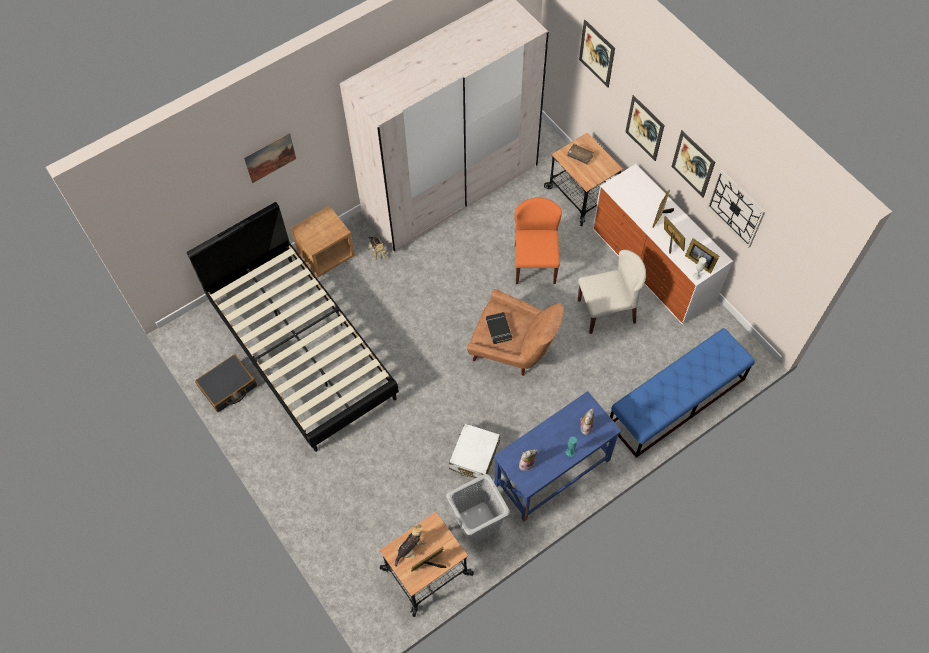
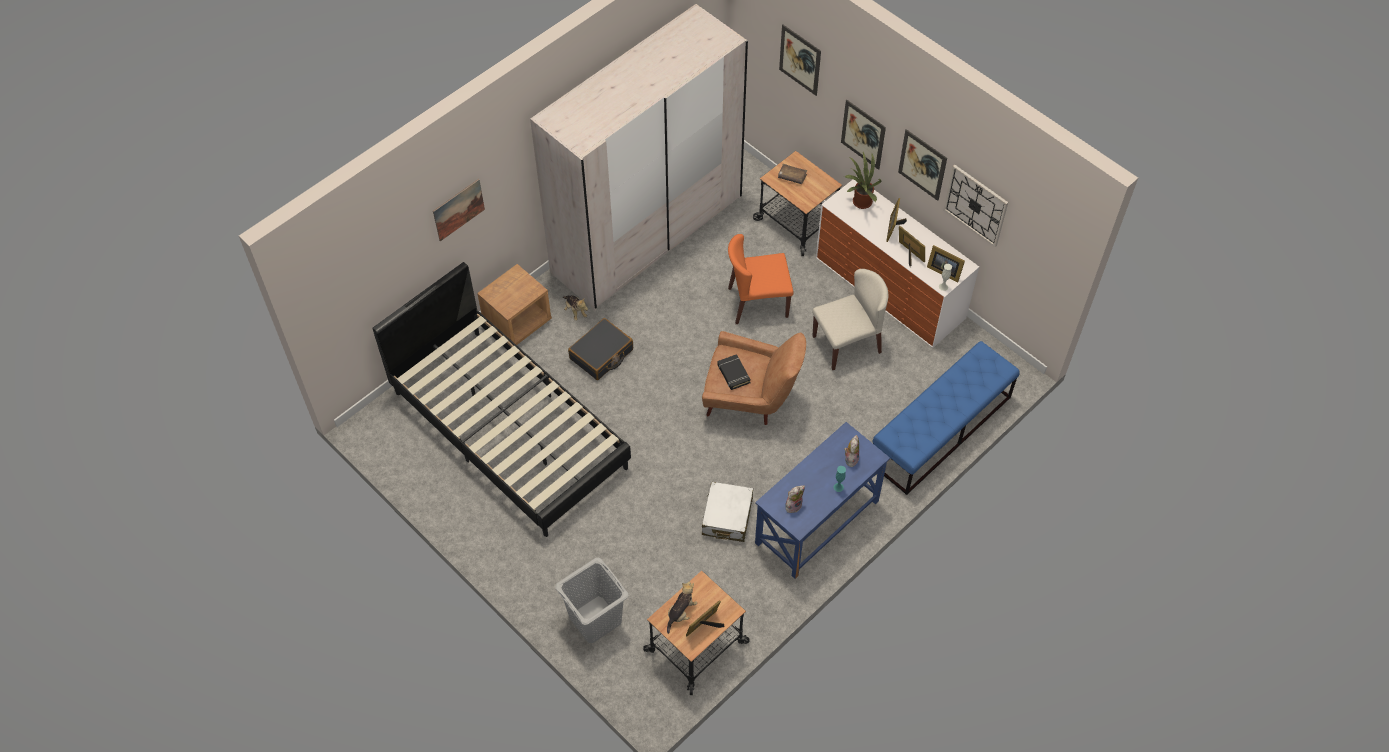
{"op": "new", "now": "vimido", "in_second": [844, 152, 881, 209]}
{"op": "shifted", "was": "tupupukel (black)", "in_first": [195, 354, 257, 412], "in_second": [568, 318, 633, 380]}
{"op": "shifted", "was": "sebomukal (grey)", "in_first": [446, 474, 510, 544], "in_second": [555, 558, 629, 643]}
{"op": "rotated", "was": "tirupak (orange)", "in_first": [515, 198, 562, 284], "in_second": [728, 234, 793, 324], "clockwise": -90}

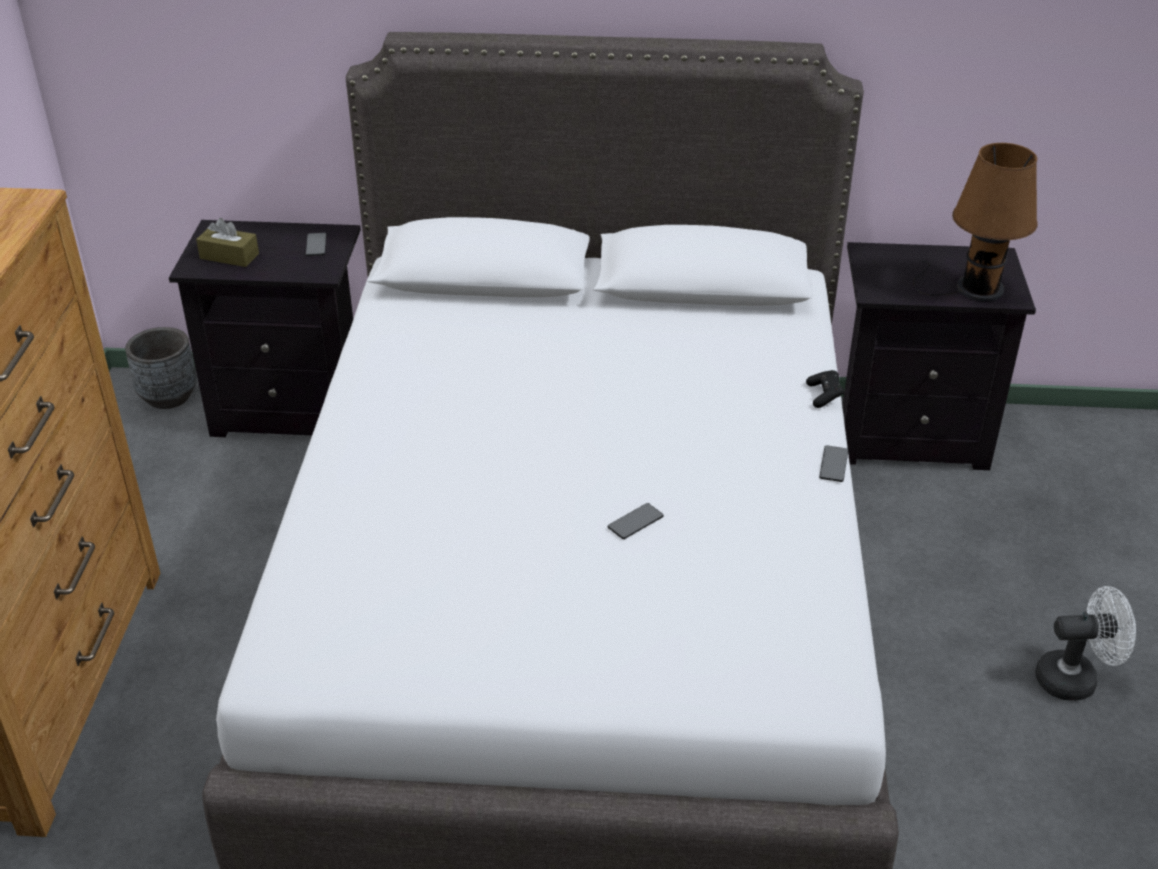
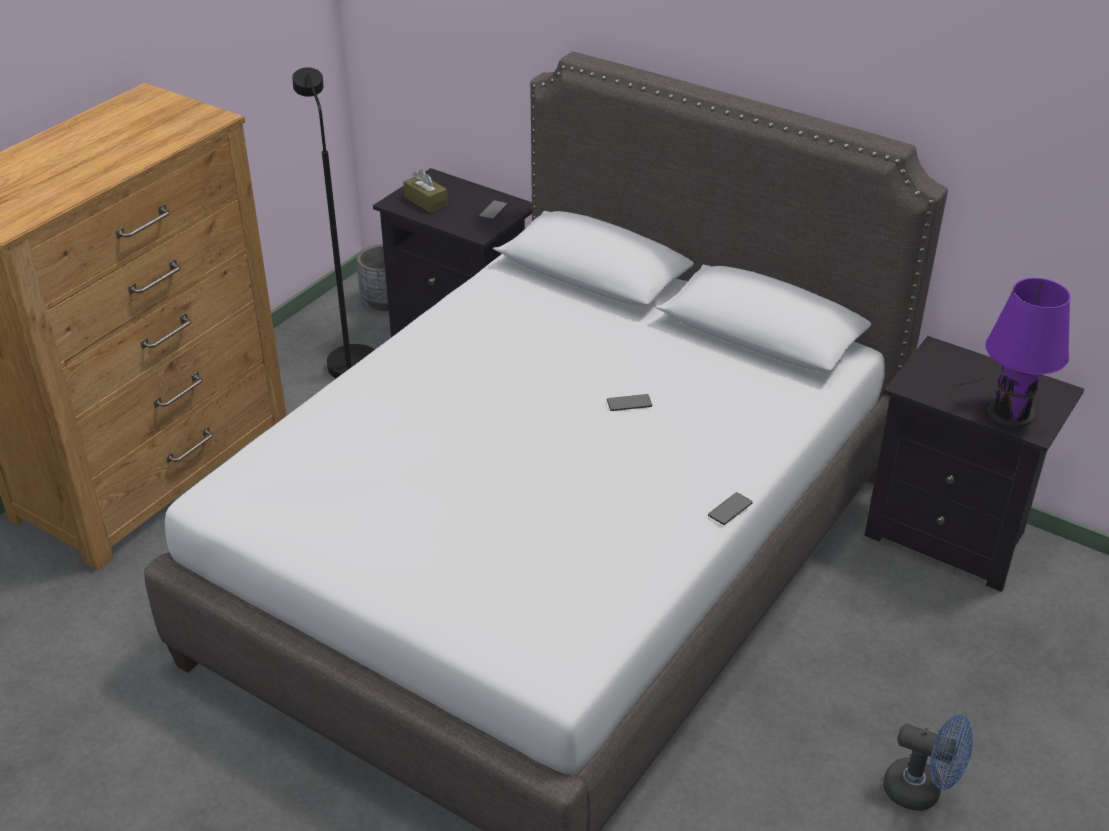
{"op": "gone", "was": "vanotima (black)", "in_first": [806, 370, 844, 408]}
{"op": "new", "now": "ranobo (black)", "in_second": [292, 67, 375, 378]}
{"op": "shifted", "was": "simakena", "in_first": [608, 503, 664, 539], "in_second": [607, 394, 652, 411]}
{"op": "repainted", "was": "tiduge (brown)", "now": "tiduge (purple)", "in_first": [913, 143, 1038, 301], "in_second": [950, 278, 1071, 427]}
{"op": "repainted", "was": "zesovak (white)", "now": "zesovak (blue)", "in_first": [1035, 586, 1136, 701], "in_second": [883, 714, 973, 811]}

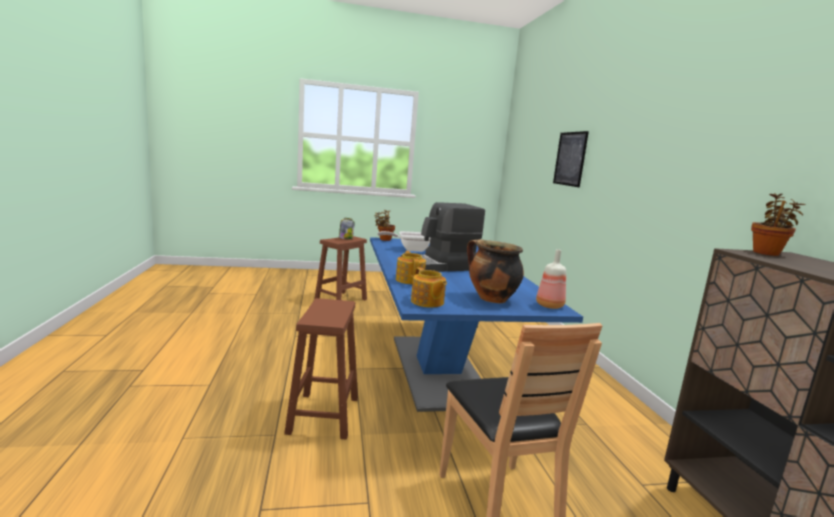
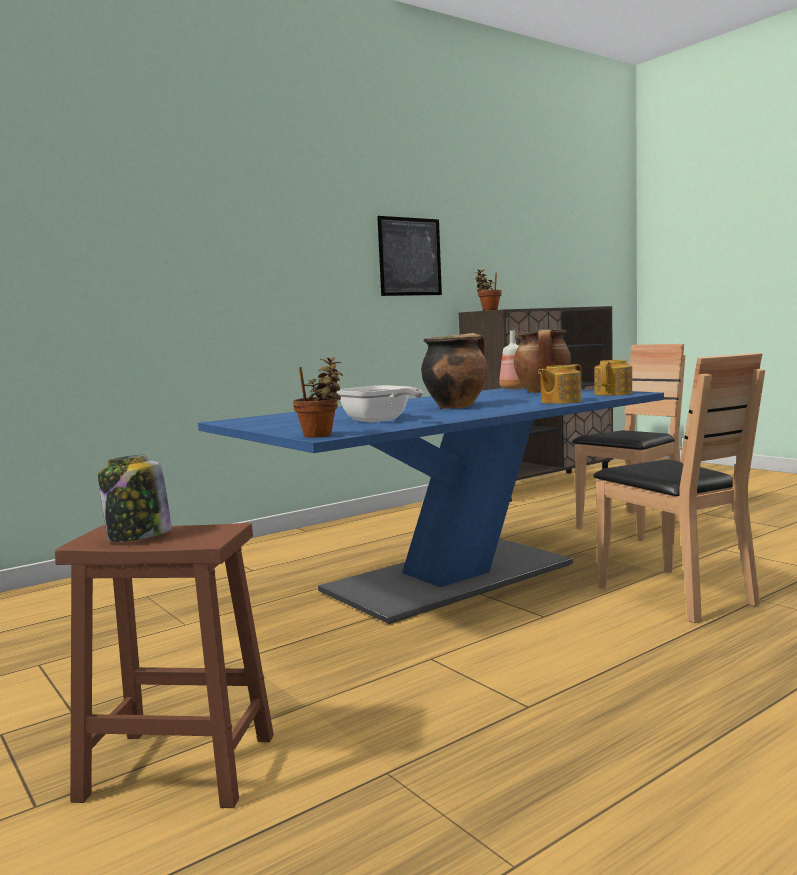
{"op": "shifted", "was": "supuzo", "in_first": [553, 131, 589, 187], "in_second": [377, 216, 442, 296]}
{"op": "swapped", "was": "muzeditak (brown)", "now": "tirupak (brown)", "in_first": [284, 298, 358, 440], "in_second": [593, 353, 765, 623]}
{"op": "swapped", "was": "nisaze", "now": "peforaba", "in_first": [401, 202, 485, 272], "in_second": [421, 333, 488, 409]}

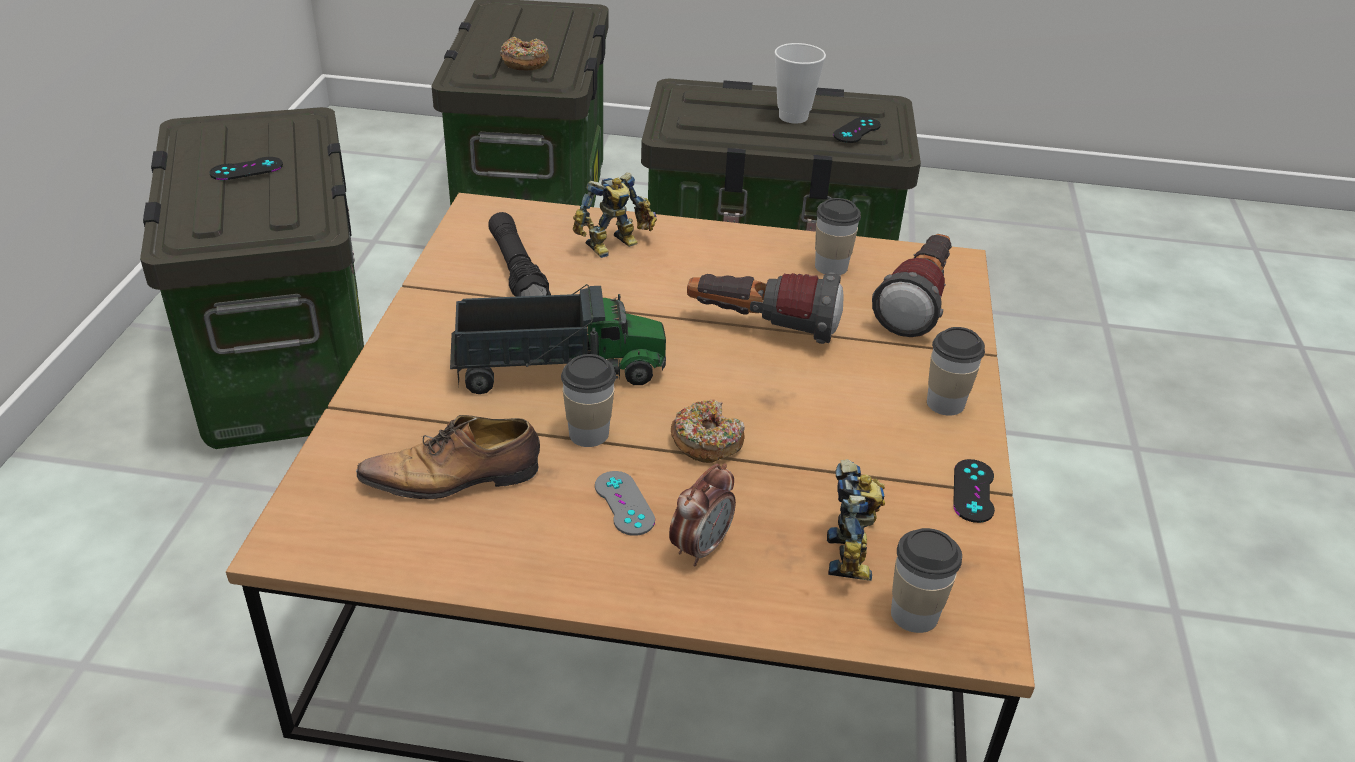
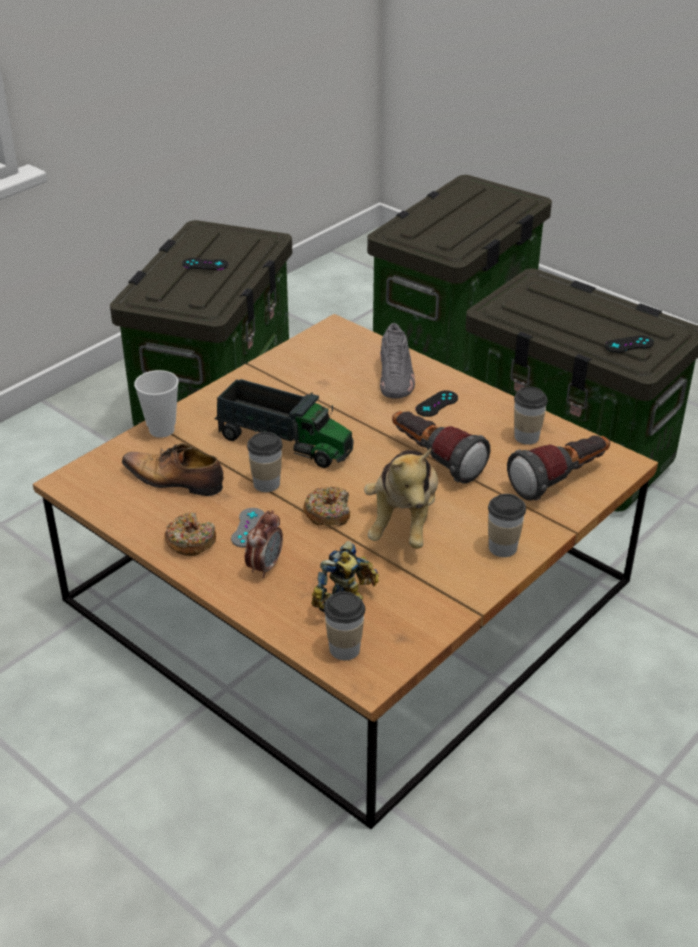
{"op": "gone", "was": "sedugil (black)", "in_first": [488, 212, 551, 297]}
{"op": "new", "now": "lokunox", "in_second": [364, 448, 438, 549]}
{"op": "shifted", "was": "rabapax", "in_first": [500, 37, 549, 70], "in_second": [164, 512, 216, 556]}
{"op": "shifted", "was": "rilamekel", "in_first": [775, 43, 826, 124], "in_second": [134, 370, 179, 438]}
{"op": "shifted", "was": "vanotima (black)", "in_first": [953, 459, 995, 523], "in_second": [415, 390, 458, 417]}
{"op": "swapped", "was": "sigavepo", "now": "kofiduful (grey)", "in_first": [573, 172, 657, 258], "in_second": [380, 323, 415, 399]}
{"op": "rotated", "was": "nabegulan", "in_first": [669, 463, 736, 566], "in_second": [245, 510, 283, 578], "clockwise": -45}

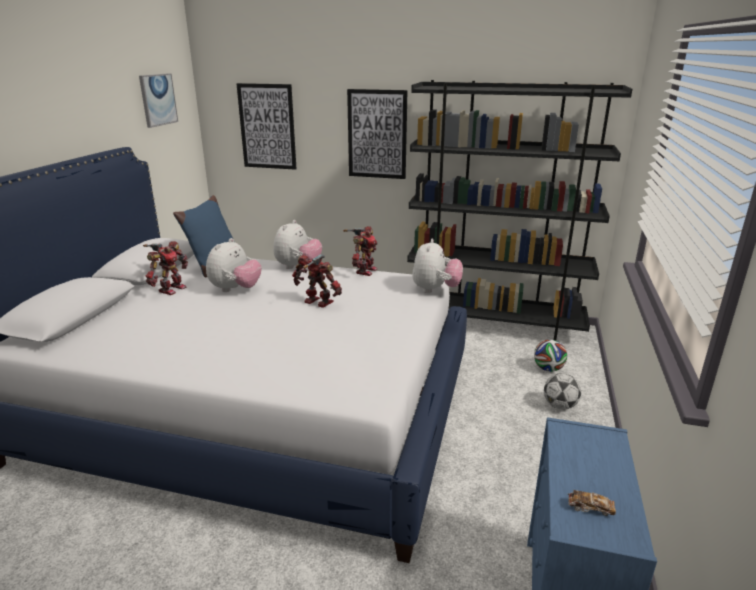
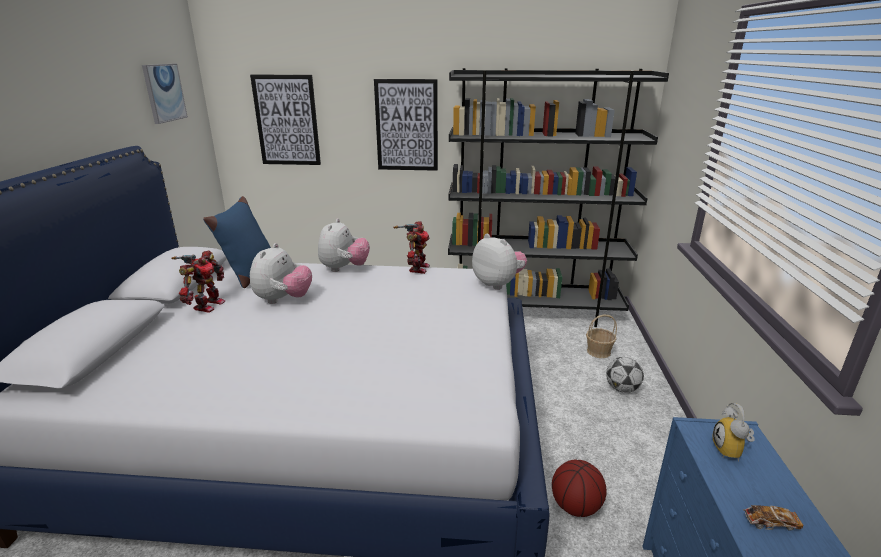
{"op": "gone", "was": "sigavepo", "in_first": [292, 254, 342, 307]}
{"op": "new", "now": "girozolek", "in_second": [552, 459, 607, 517]}
{"op": "new", "now": "nabegulan", "in_second": [712, 403, 755, 462]}
{"op": "swapped", "was": "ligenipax", "now": "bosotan", "in_first": [534, 340, 567, 372], "in_second": [586, 314, 617, 358]}
{"op": "rotated", "was": "lokunox", "in_first": [412, 239, 463, 293], "in_second": [472, 234, 527, 290], "clockwise": -45}

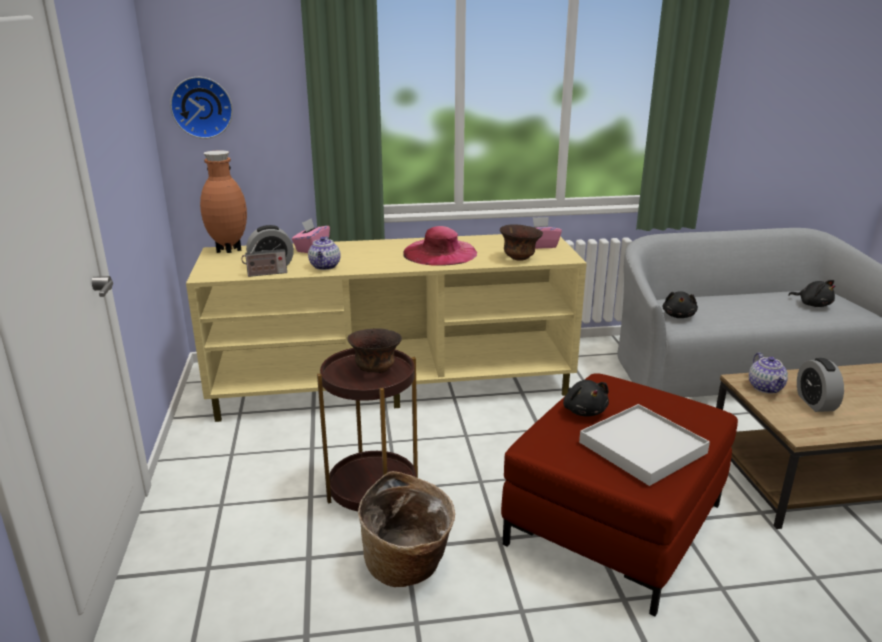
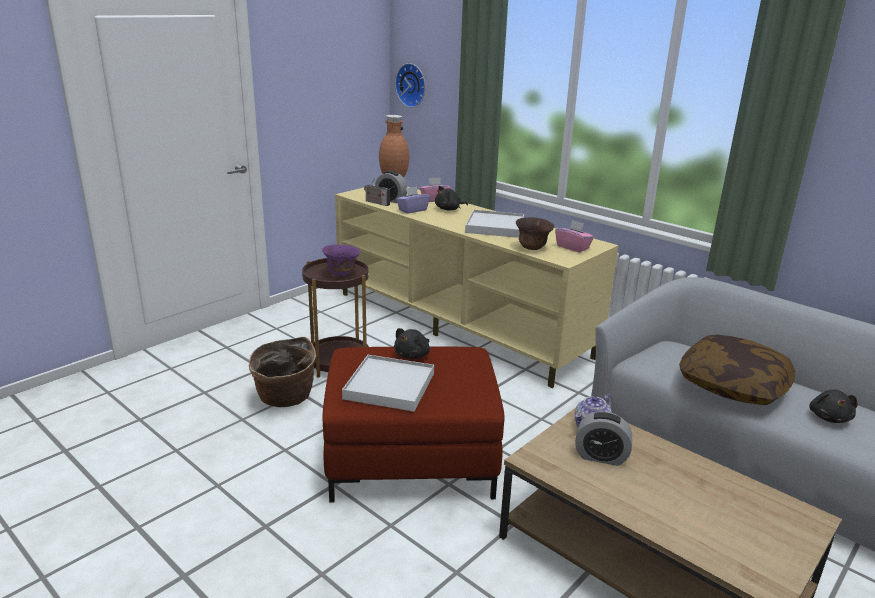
{"op": "new", "now": "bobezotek", "in_second": [679, 335, 796, 405]}
{"op": "shifted", "was": "lokunox (black)", "in_first": [663, 291, 698, 318], "in_second": [435, 186, 468, 210]}
{"op": "swapped", "was": "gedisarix", "now": "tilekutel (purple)", "in_first": [308, 236, 341, 270], "in_second": [396, 186, 430, 214]}
{"op": "swapped", "was": "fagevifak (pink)", "now": "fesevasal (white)", "in_first": [403, 226, 477, 266], "in_second": [465, 210, 524, 238]}
{"op": "repainted", "was": "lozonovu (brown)", "now": "lozonovu (purple)", "in_first": [347, 329, 402, 373], "in_second": [322, 244, 360, 276]}
{"op": "rotated", "was": "nabegulan", "in_first": [797, 358, 844, 412], "in_second": [575, 411, 632, 466], "clockwise": -120}

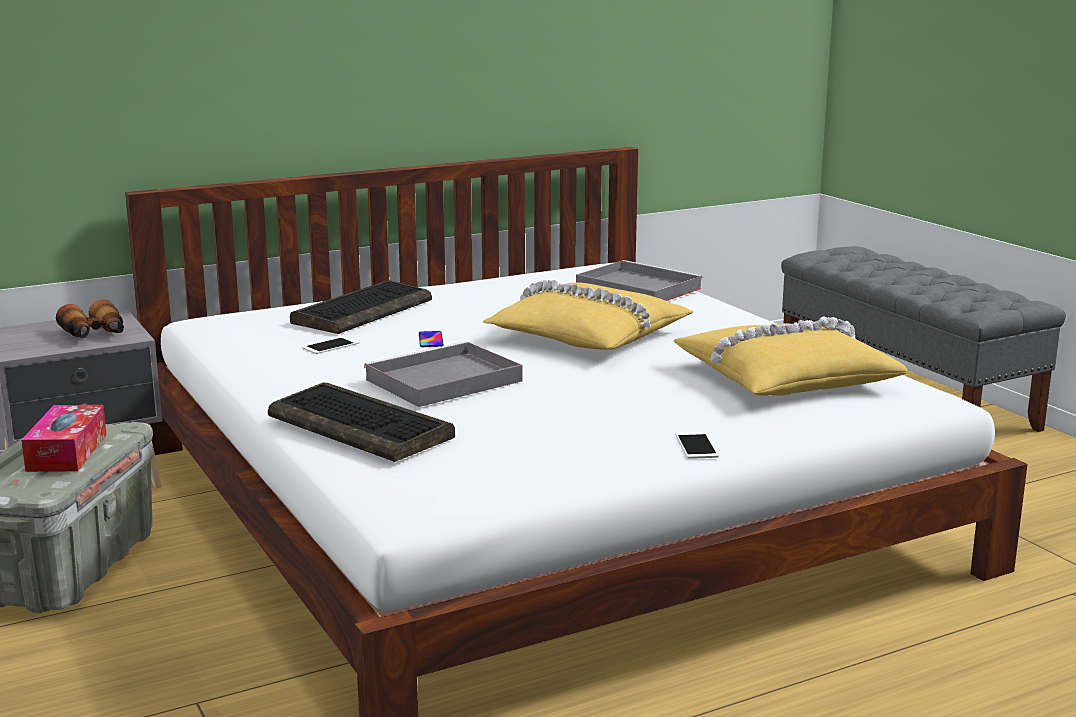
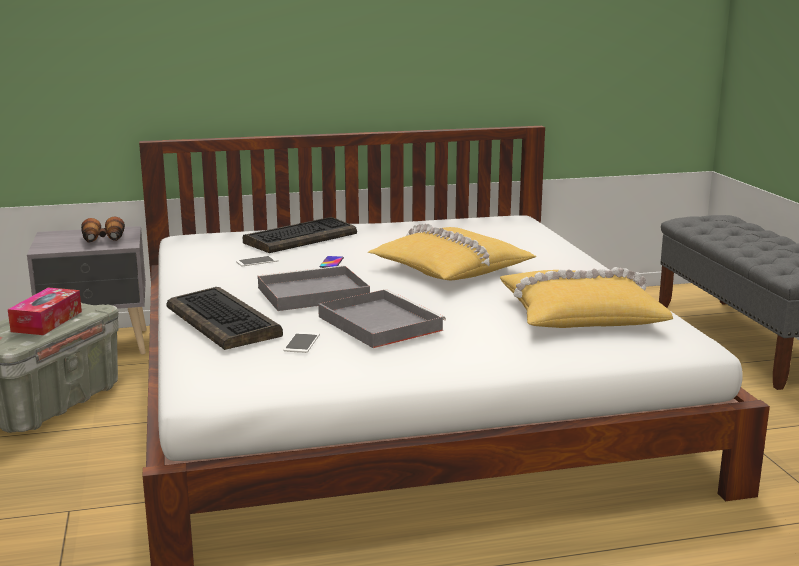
{"op": "shifted", "was": "fesevasal (grey)", "in_first": [576, 260, 703, 301], "in_second": [318, 289, 446, 348]}
{"op": "shifted", "was": "simakena", "in_first": [675, 432, 719, 459], "in_second": [283, 332, 320, 353]}

